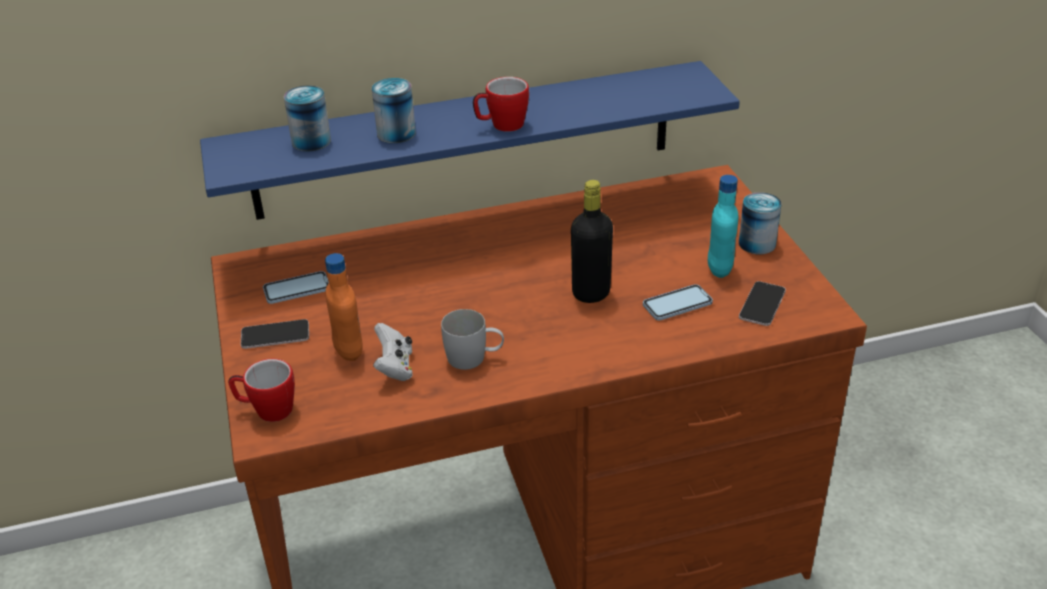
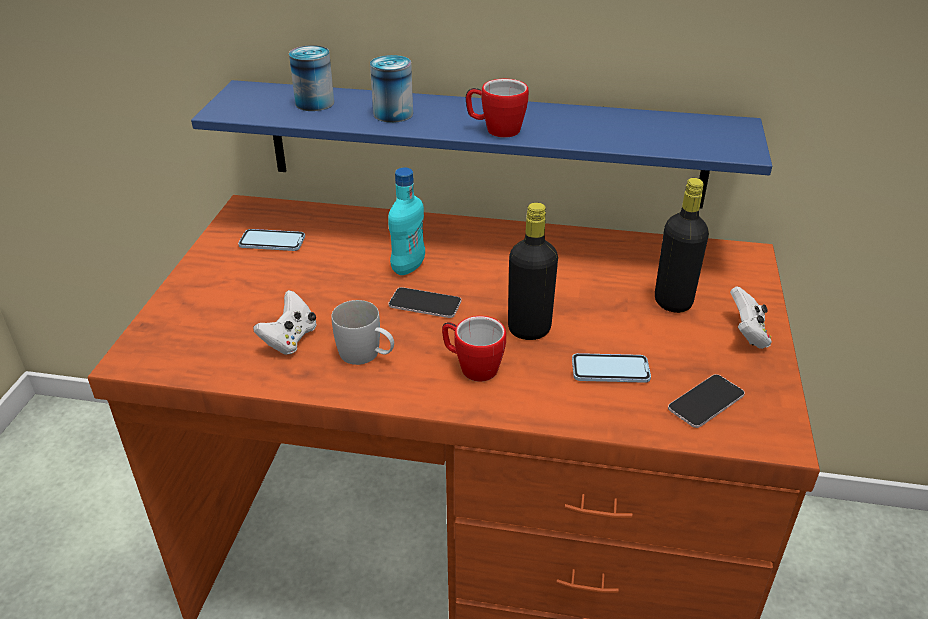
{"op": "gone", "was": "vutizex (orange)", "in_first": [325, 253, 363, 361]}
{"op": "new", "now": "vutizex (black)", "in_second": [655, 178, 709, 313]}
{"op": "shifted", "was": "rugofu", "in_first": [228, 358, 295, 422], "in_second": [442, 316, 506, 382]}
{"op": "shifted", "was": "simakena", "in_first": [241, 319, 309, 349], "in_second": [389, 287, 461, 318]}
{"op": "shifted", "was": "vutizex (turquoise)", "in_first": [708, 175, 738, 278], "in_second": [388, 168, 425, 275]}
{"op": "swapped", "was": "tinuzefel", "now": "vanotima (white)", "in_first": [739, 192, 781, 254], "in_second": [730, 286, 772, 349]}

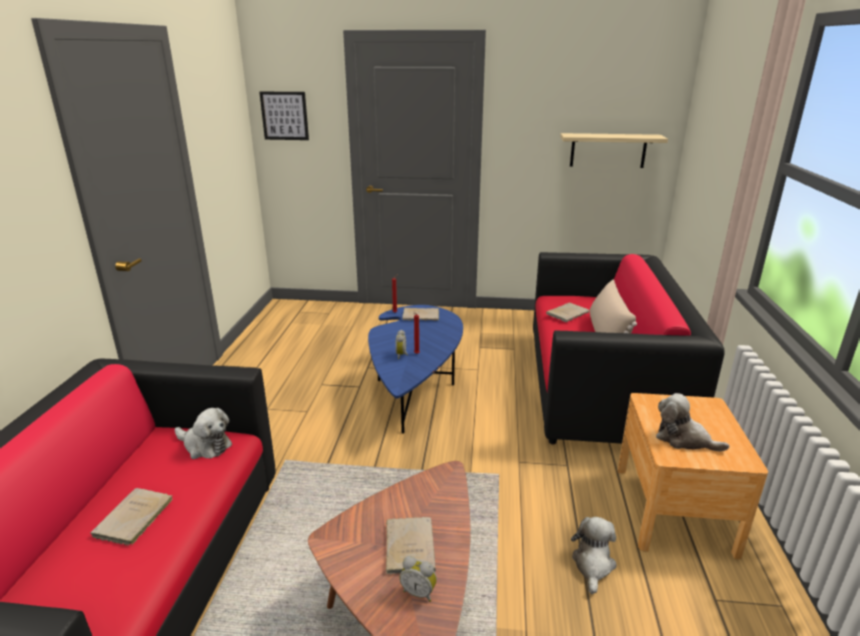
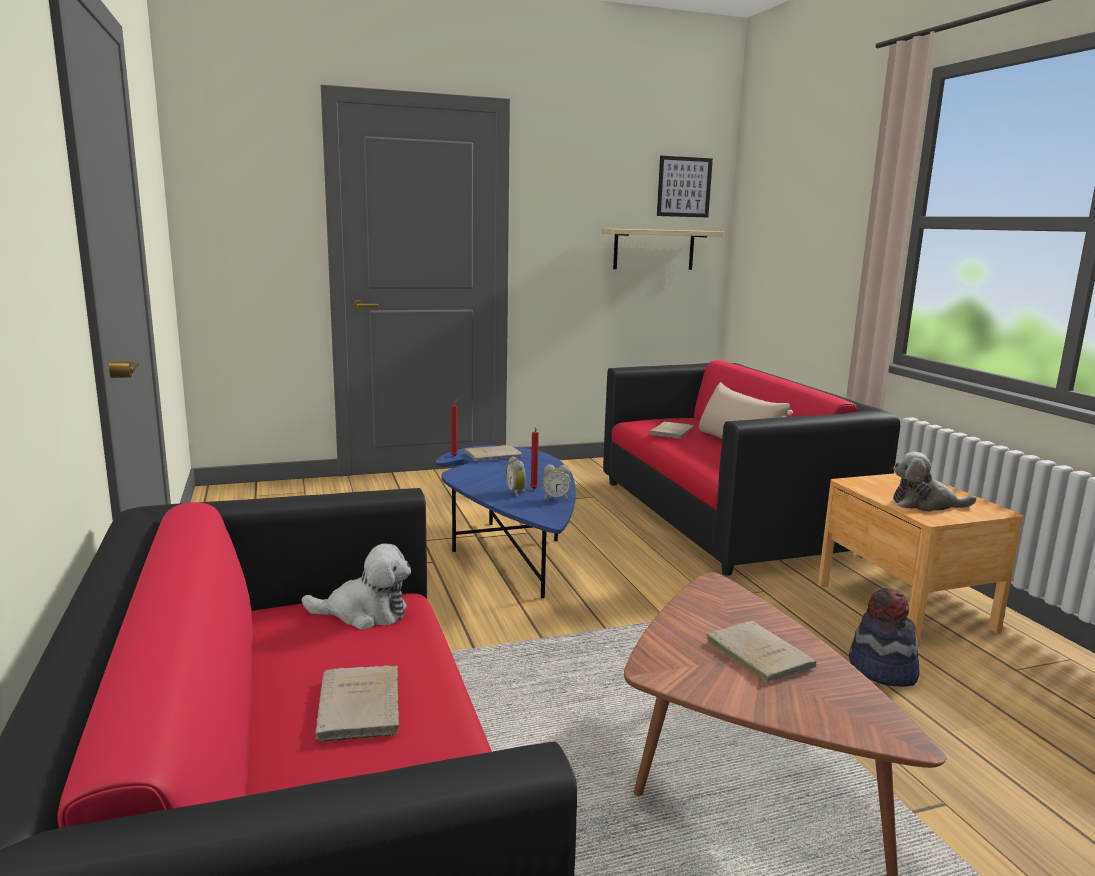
{"op": "shifted", "was": "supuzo", "in_first": [259, 92, 309, 140], "in_second": [657, 156, 713, 217]}
{"op": "shifted", "was": "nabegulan", "in_first": [400, 556, 437, 602], "in_second": [542, 465, 571, 501]}
{"op": "swapped", "was": "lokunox", "now": "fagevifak", "in_first": [571, 517, 616, 594], "in_second": [849, 588, 919, 687]}

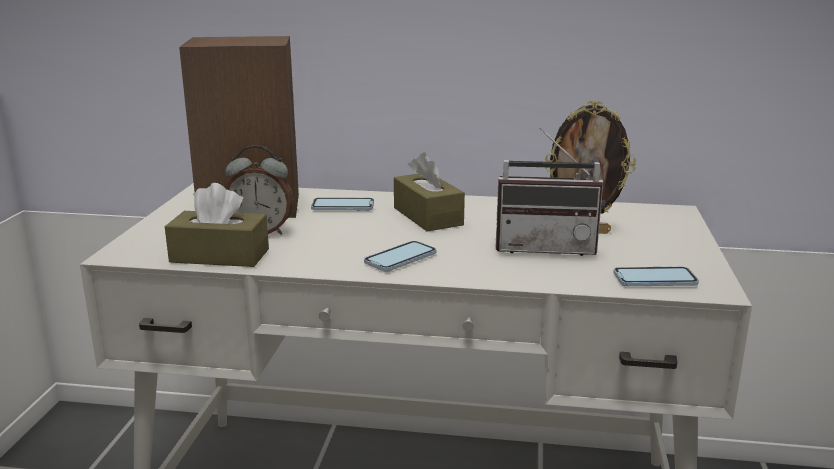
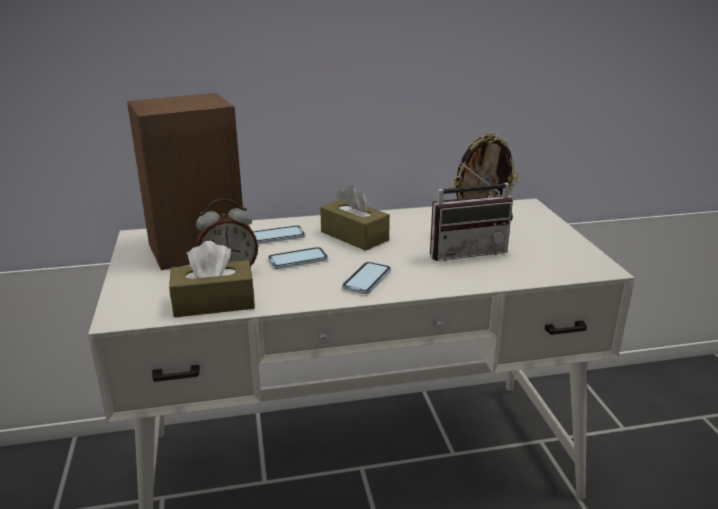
{"op": "shifted", "was": "simakena", "in_first": [613, 267, 699, 286], "in_second": [268, 247, 328, 269]}

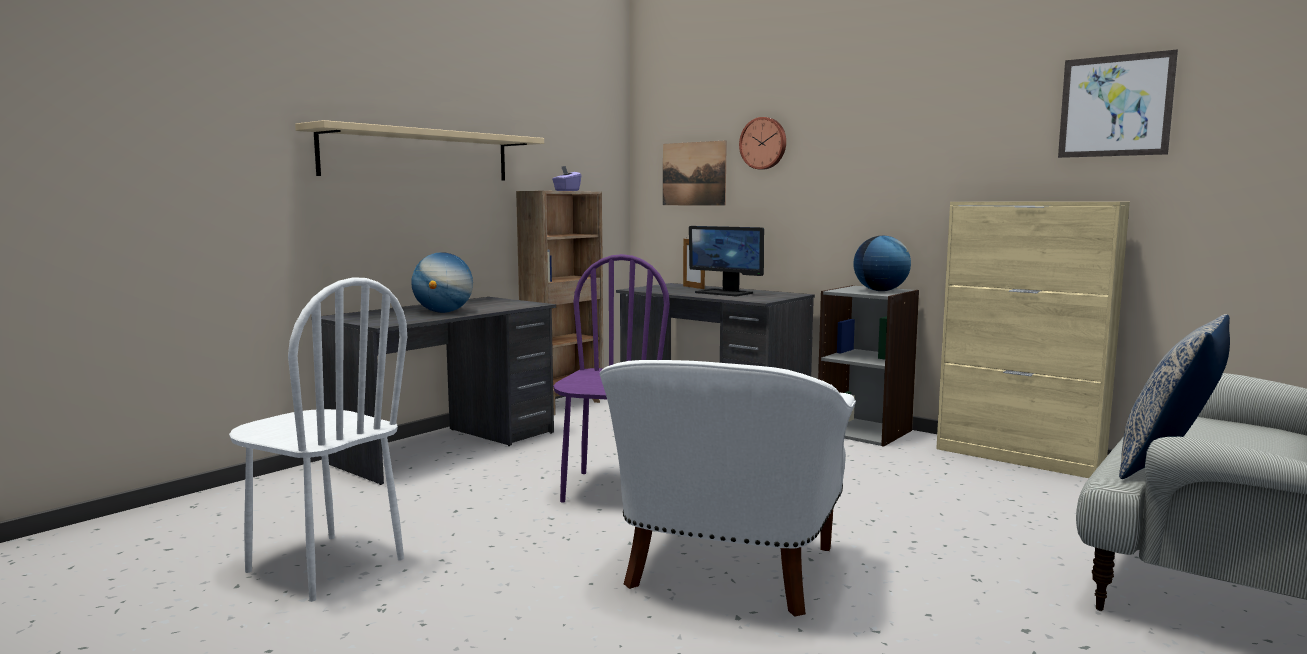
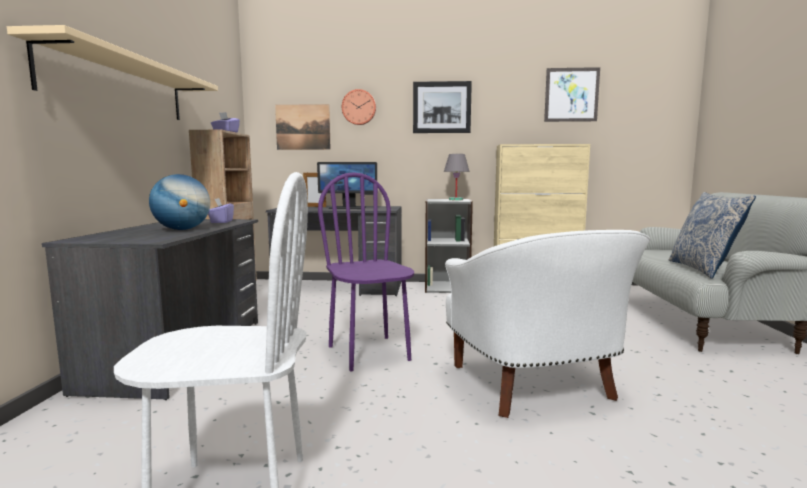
{"op": "new", "now": "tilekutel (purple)", "in_second": [208, 198, 234, 223]}
{"op": "new", "now": "supuzo", "in_second": [413, 81, 472, 133]}
{"op": "swapped", "was": "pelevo", "now": "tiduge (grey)", "in_first": [853, 236, 911, 291], "in_second": [444, 154, 470, 200]}

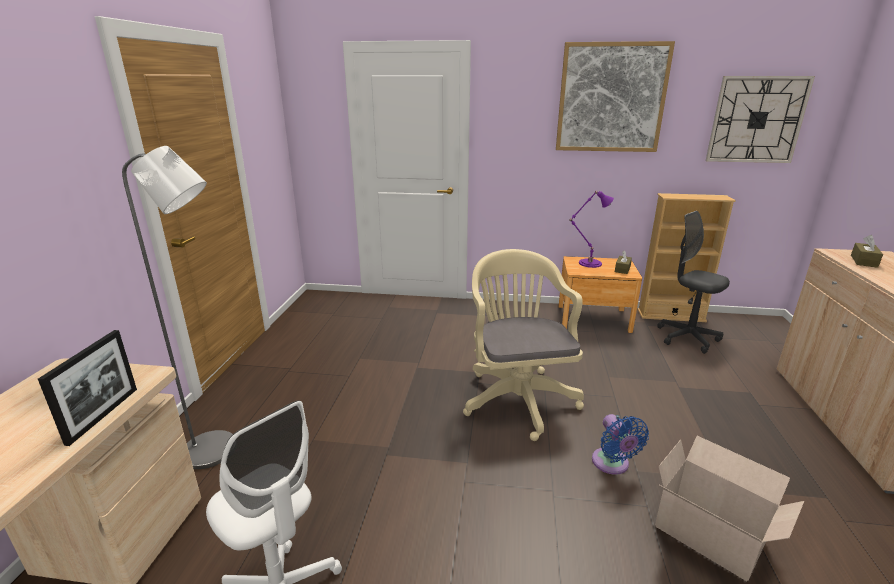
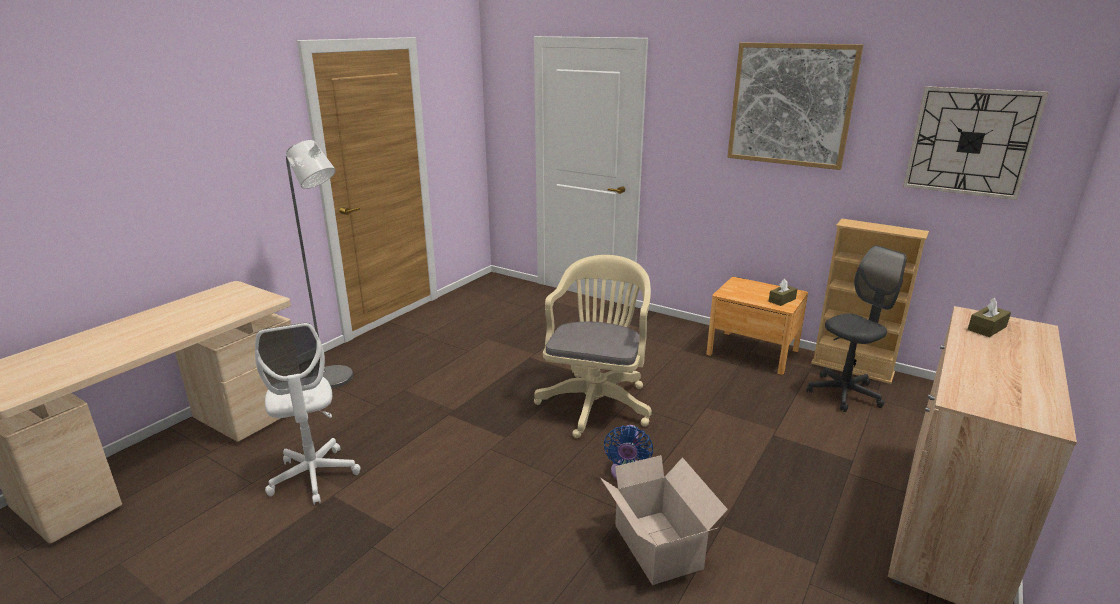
{"op": "gone", "was": "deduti", "in_first": [38, 330, 137, 446]}
{"op": "gone", "was": "tiduge (purple)", "in_first": [569, 191, 614, 268]}
{"op": "rotated", "was": "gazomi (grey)", "in_first": [657, 211, 730, 354], "in_second": [807, 245, 907, 412], "clockwise": 75}

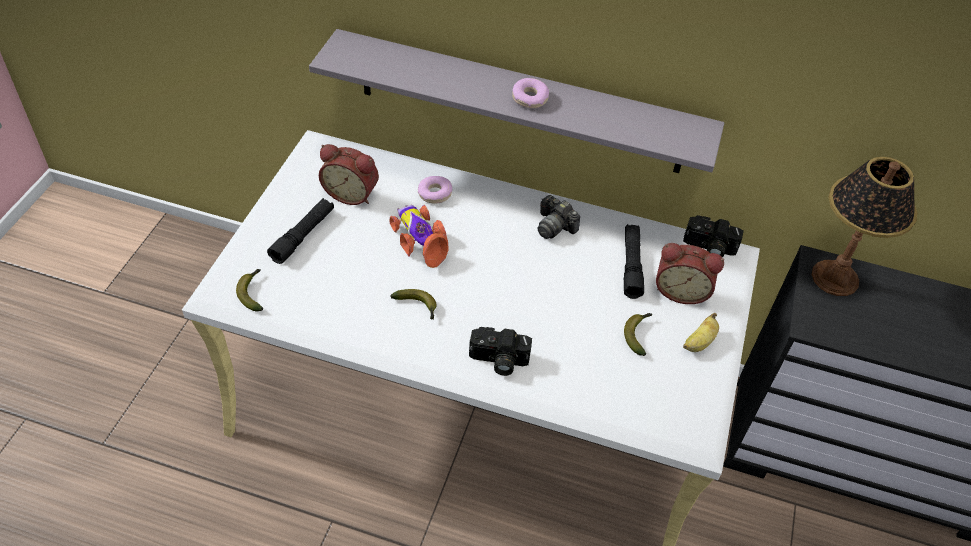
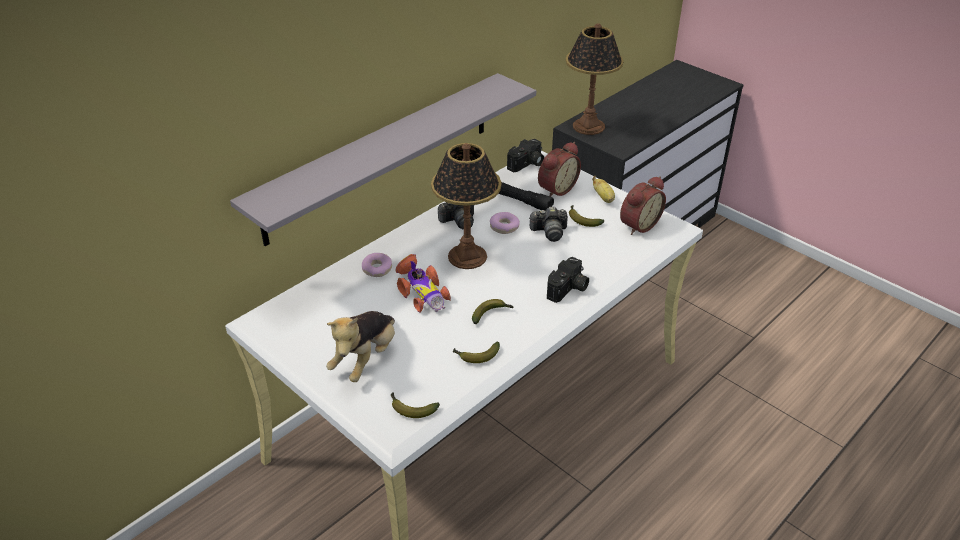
{"op": "new", "now": "tiduge", "in_second": [431, 143, 502, 269]}
{"op": "new", "now": "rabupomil", "in_second": [452, 341, 500, 363]}
{"op": "new", "now": "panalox", "in_second": [529, 207, 568, 242]}
{"op": "shifted", "was": "nabegulan", "in_first": [319, 144, 379, 205], "in_second": [620, 176, 666, 235]}
{"op": "shifted", "was": "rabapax", "in_first": [512, 78, 549, 108], "in_second": [490, 212, 520, 234]}
{"op": "swapped", "was": "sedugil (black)", "now": "lokunox", "in_first": [267, 198, 334, 264], "in_second": [326, 311, 395, 382]}
{"op": "rotated", "was": "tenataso", "in_first": [390, 205, 449, 268], "in_second": [396, 254, 451, 313], "clockwise": -120}

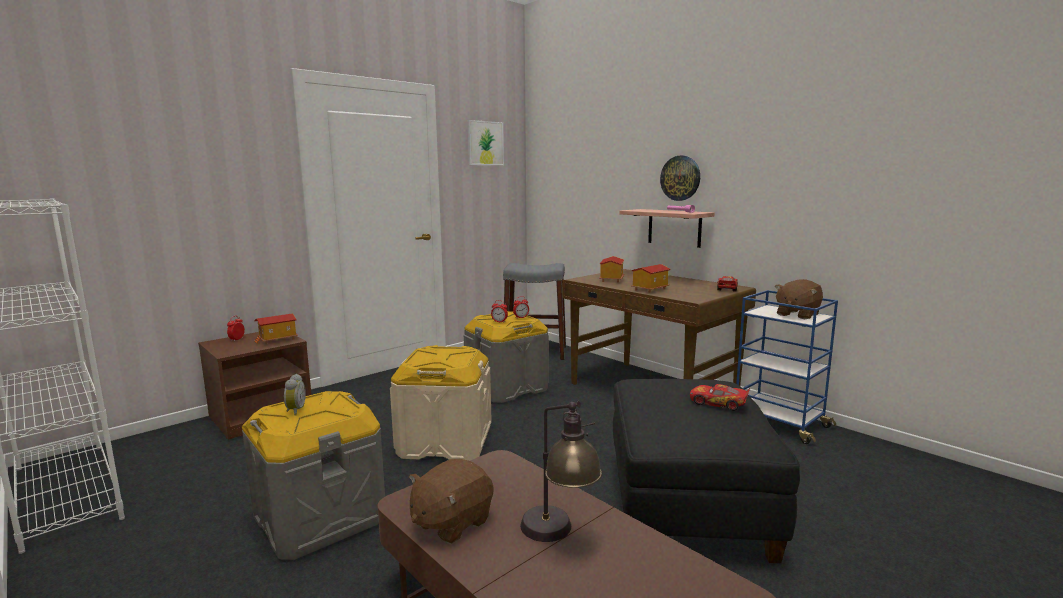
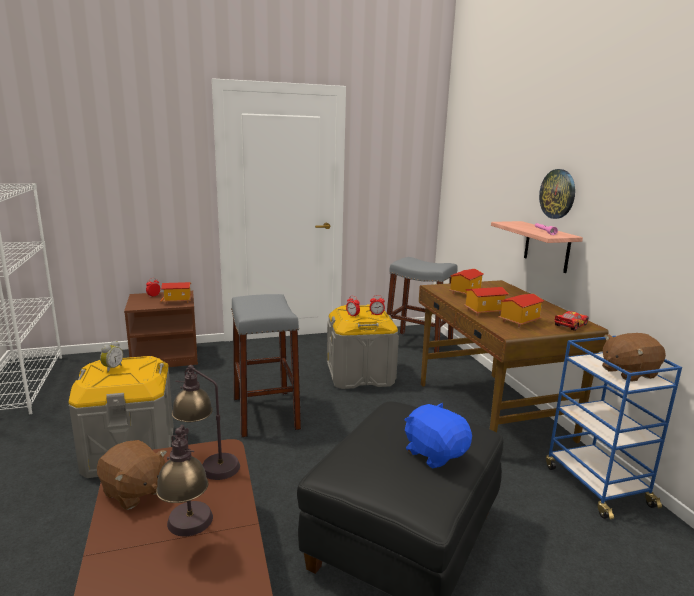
{"op": "gone", "was": "supuzo", "in_first": [468, 120, 504, 165]}
{"op": "new", "now": "tiduge", "in_second": [172, 365, 240, 480]}
{"op": "new", "now": "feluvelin", "in_second": [499, 294, 544, 327]}
{"op": "swapped", "was": "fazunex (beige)", "now": "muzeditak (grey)", "in_first": [390, 345, 492, 461], "in_second": [231, 294, 301, 438]}
{"op": "swapped", "was": "tenataso", "now": "lokunox (blue)", "in_first": [690, 384, 750, 411], "in_second": [405, 403, 472, 468]}
{"op": "rotated", "was": "lokunox (brown)", "in_first": [409, 459, 493, 544], "in_second": [97, 440, 167, 510], "clockwise": -120}

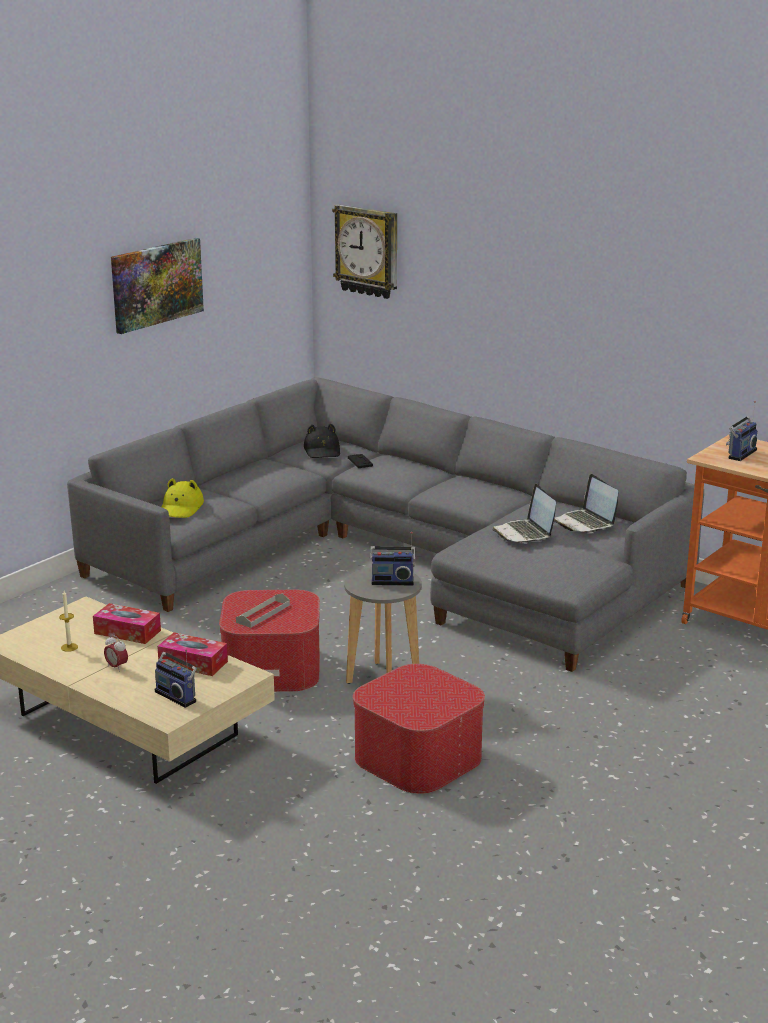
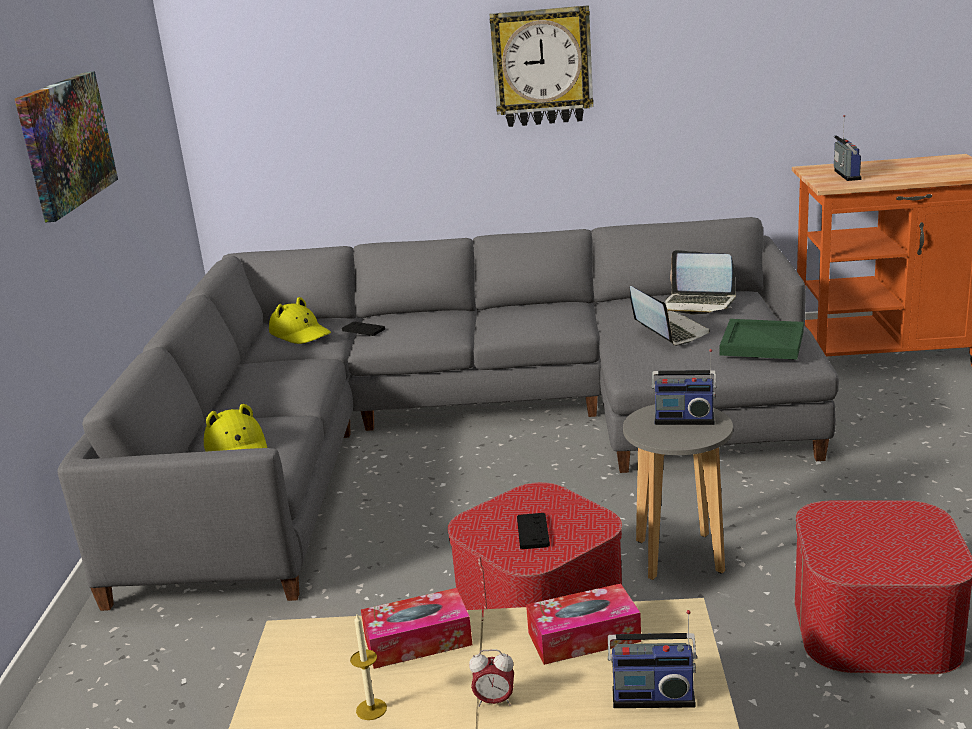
{"op": "new", "now": "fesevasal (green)", "in_second": [720, 319, 804, 360]}
{"op": "shifted", "was": "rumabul", "in_first": [332, 205, 397, 299], "in_second": [489, 5, 594, 127]}
{"op": "swapped", "was": "fesevasal (grey)", "now": "vanotima (black)", "in_first": [236, 593, 290, 628], "in_second": [517, 513, 550, 549]}
{"op": "repainted", "was": "fagevifak (black)", "now": "fagevifak (yellow)", "in_first": [304, 424, 340, 458], "in_second": [269, 297, 331, 344]}
{"op": "rotated", "was": "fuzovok", "in_first": [370, 532, 416, 585], "in_second": [652, 349, 717, 425], "clockwise": 45}
{"op": "rotated", "was": "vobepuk", "in_first": [492, 484, 556, 543], "in_second": [630, 286, 710, 346], "clockwise": -150}

